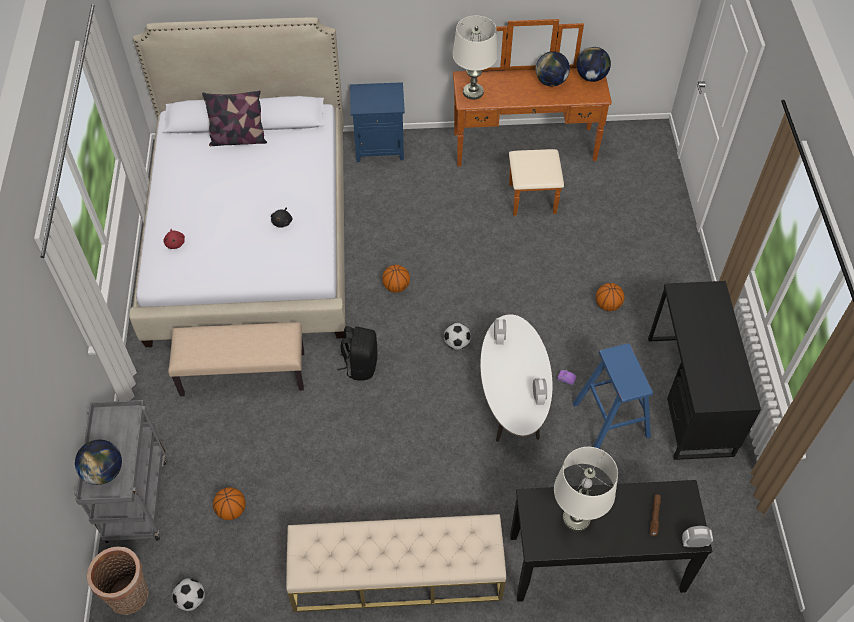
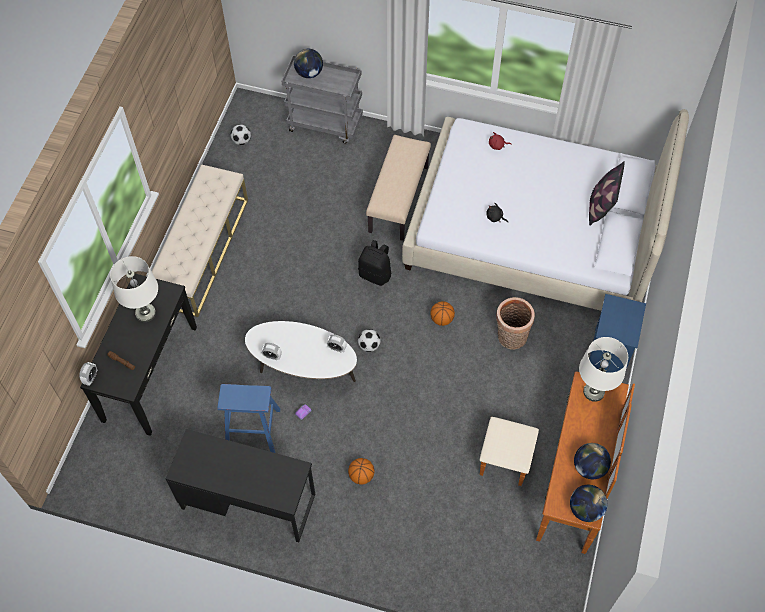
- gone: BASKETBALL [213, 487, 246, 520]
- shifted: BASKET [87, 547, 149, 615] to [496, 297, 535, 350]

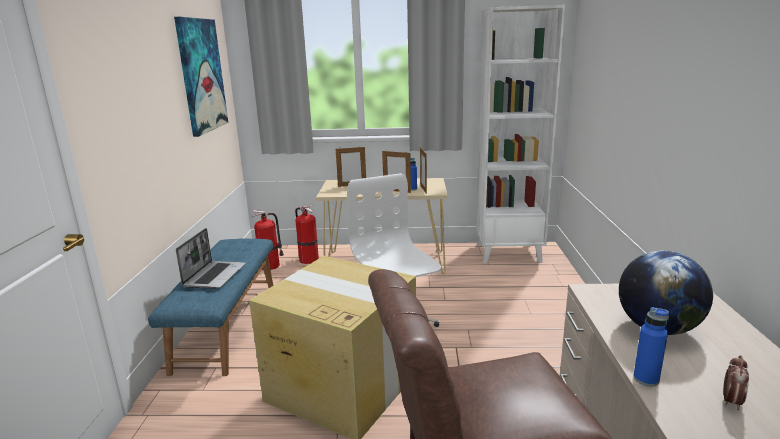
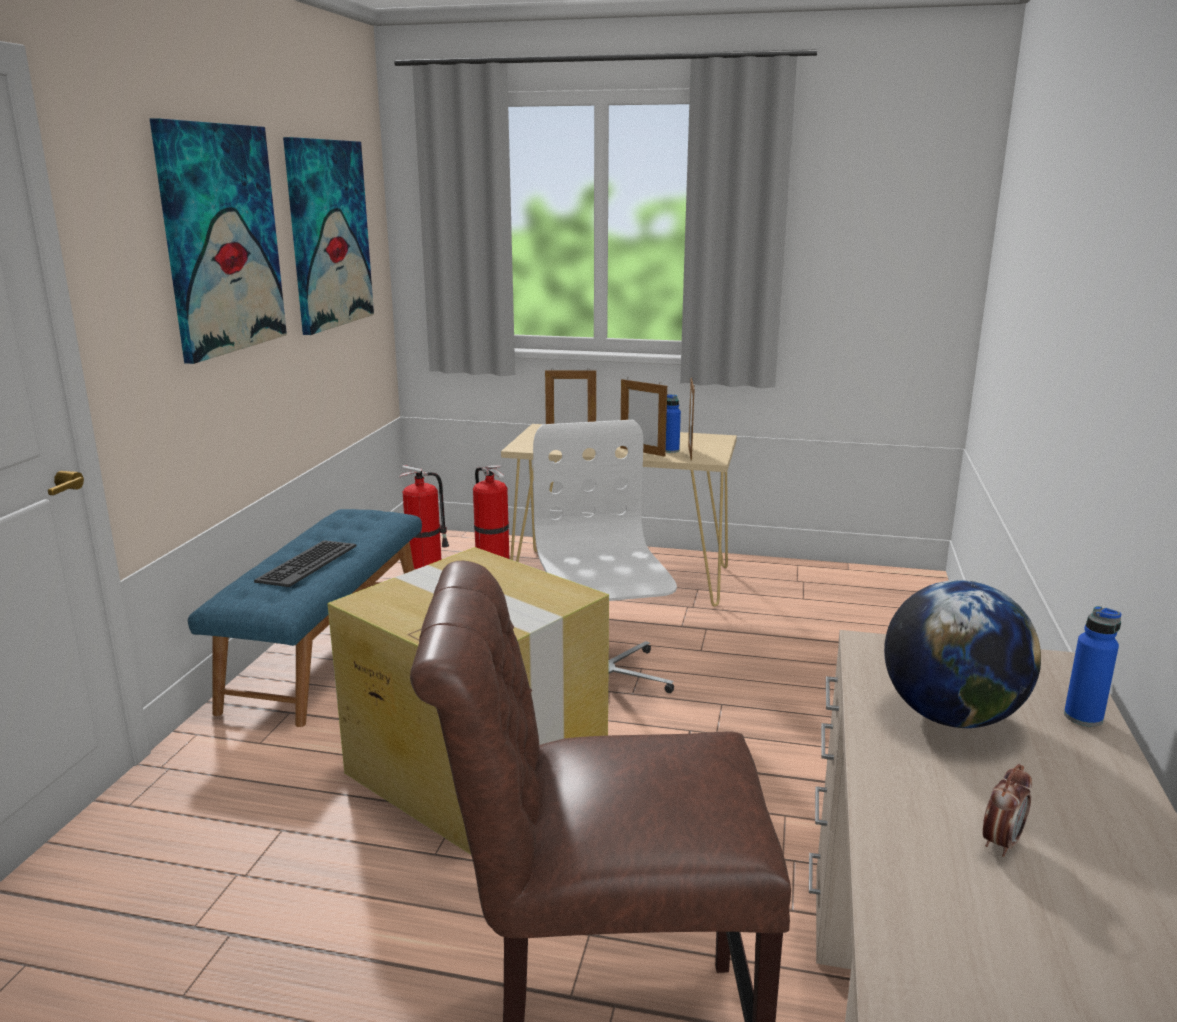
- gone: WHITE BOOKCASE [476, 5, 565, 263]
- new: PICTURE [150, 118, 287, 364]
- shifted: BLUE BOTTLE [633, 307, 669, 387] to [1064, 606, 1121, 727]
- swapped: LAPTOP [176, 228, 246, 289] to KEYBOARD [254, 540, 357, 587]

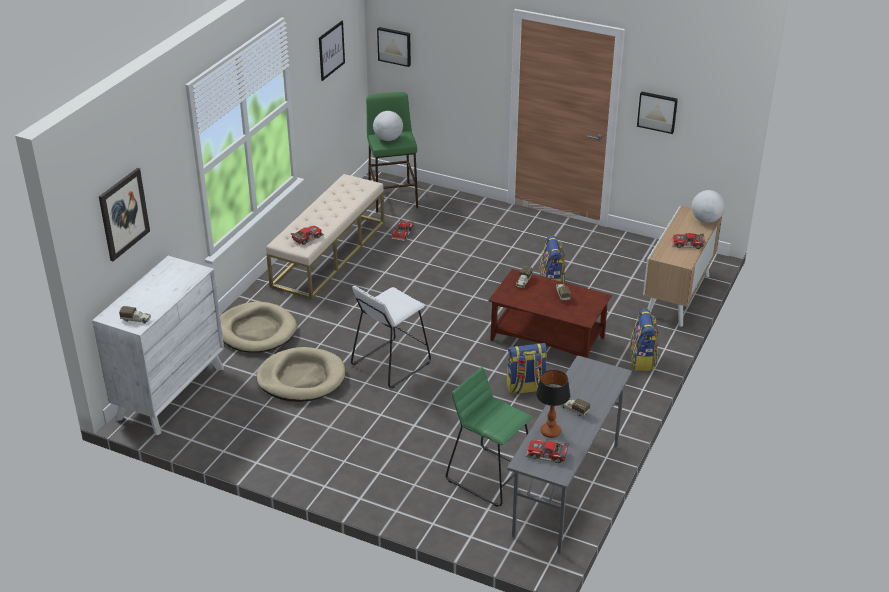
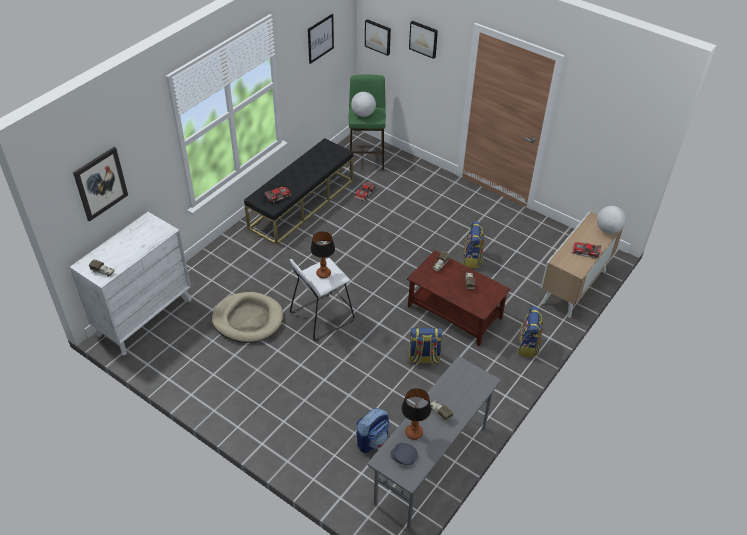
- gone: BEIGE DOG BED [220, 302, 297, 353]
- new: TABLE LAMP [311, 232, 335, 278]
- shifted: PICTURE [637, 91, 678, 134] to [409, 21, 438, 59]
- swapped: GREEN STOOL [446, 367, 532, 507] to BACKPACK [356, 408, 390, 453]
- swapped: TOY CAR [526, 440, 569, 463] to GREY CAP [391, 443, 418, 465]
- repainted: BEIGE BENCH [266, 174, 385, 299] to BLACK BENCH [244, 138, 353, 245]

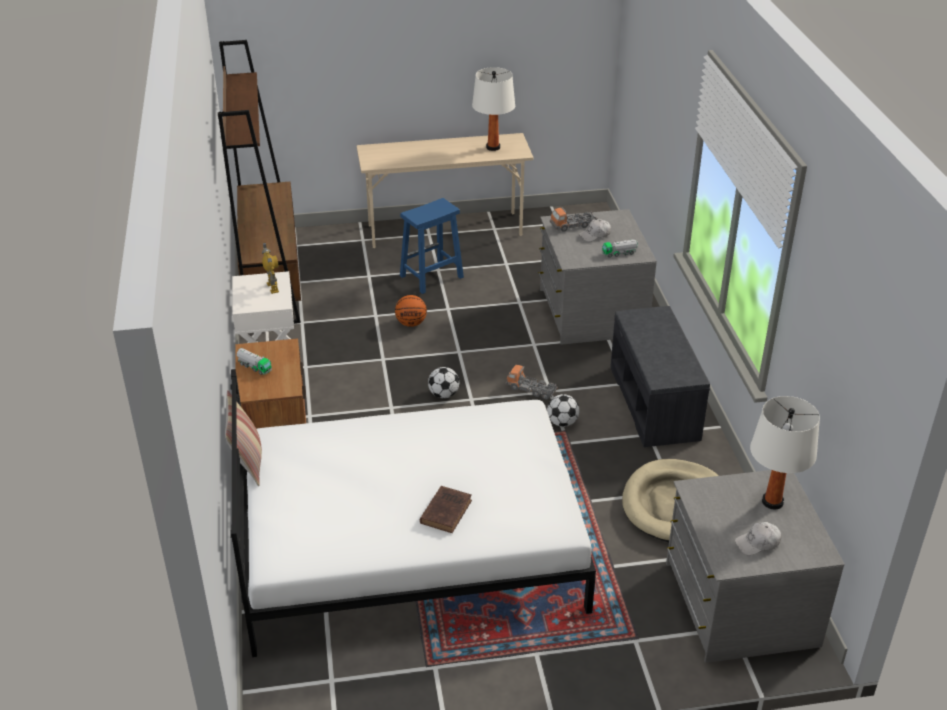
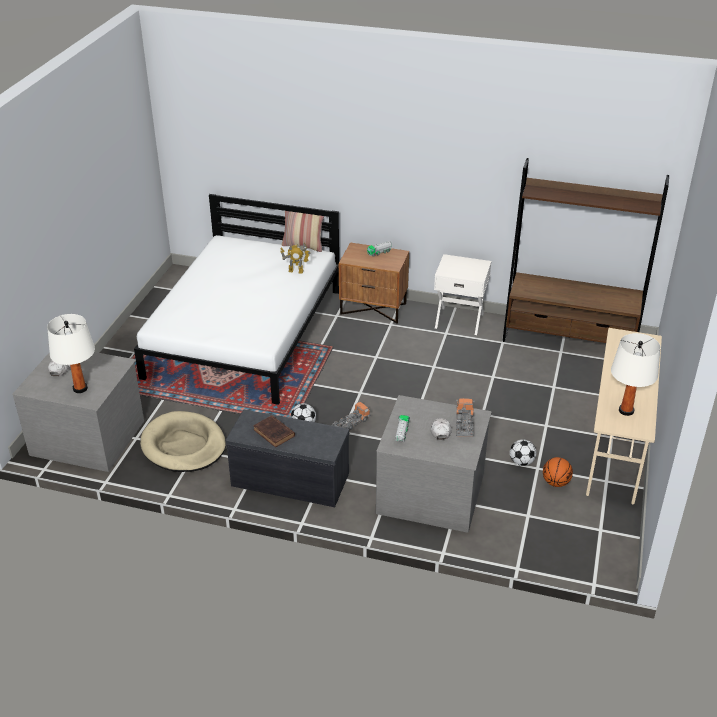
- gone: BLUE STOOL [400, 198, 464, 294]
- shifted: TOY ROBOT [262, 242, 279, 294] to [280, 242, 311, 274]
- shifted: BASKETBALL [395, 295, 427, 327] to [543, 457, 573, 487]
- shifted: BROWN BOOK [420, 486, 472, 533] to [253, 415, 295, 447]
- shifted: FOOTBALL [428, 367, 459, 398] to [510, 439, 536, 466]

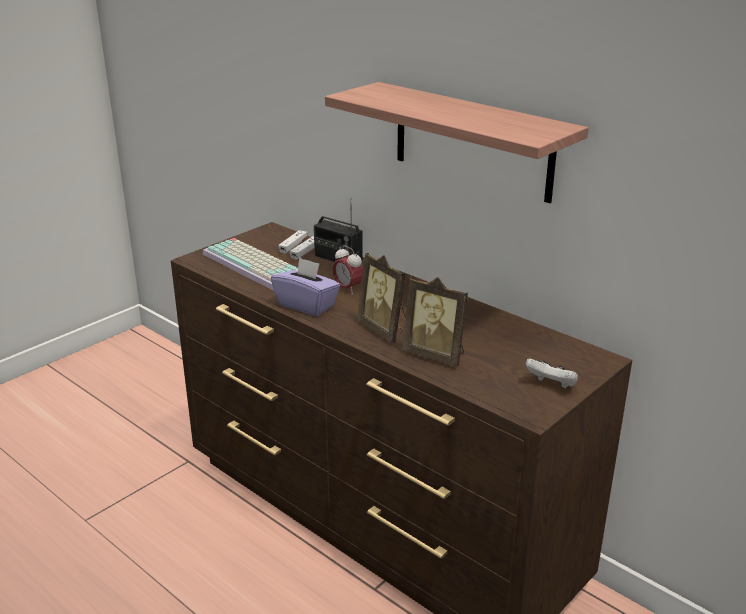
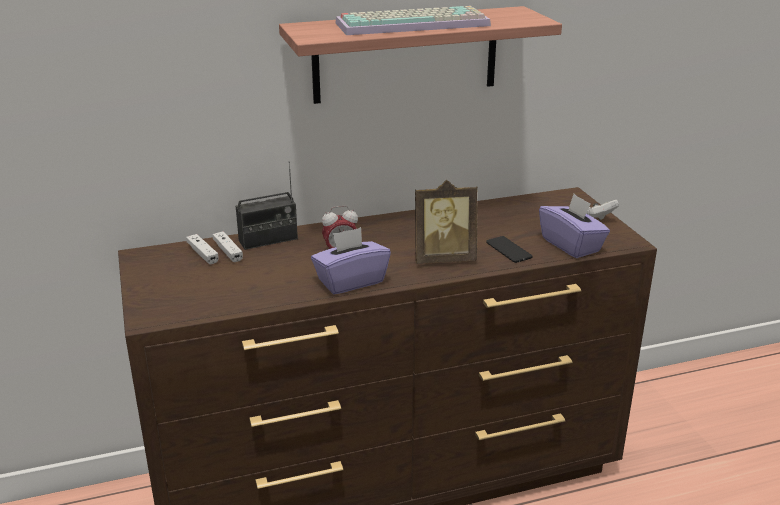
- new: PURPLE TISSUE BOX [539, 194, 610, 258]
- shifted: KEYBOARD [203, 238, 298, 291] to [336, 6, 491, 35]
- swapped: PICTURE FRAME [402, 277, 468, 367] to PHONE [486, 236, 533, 263]

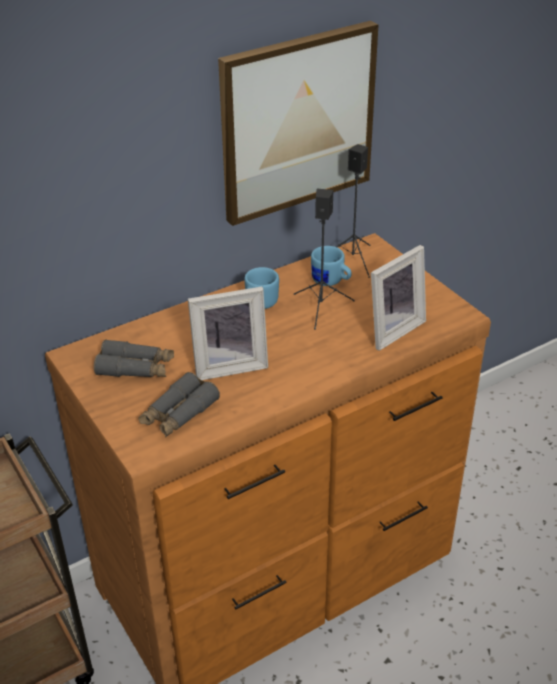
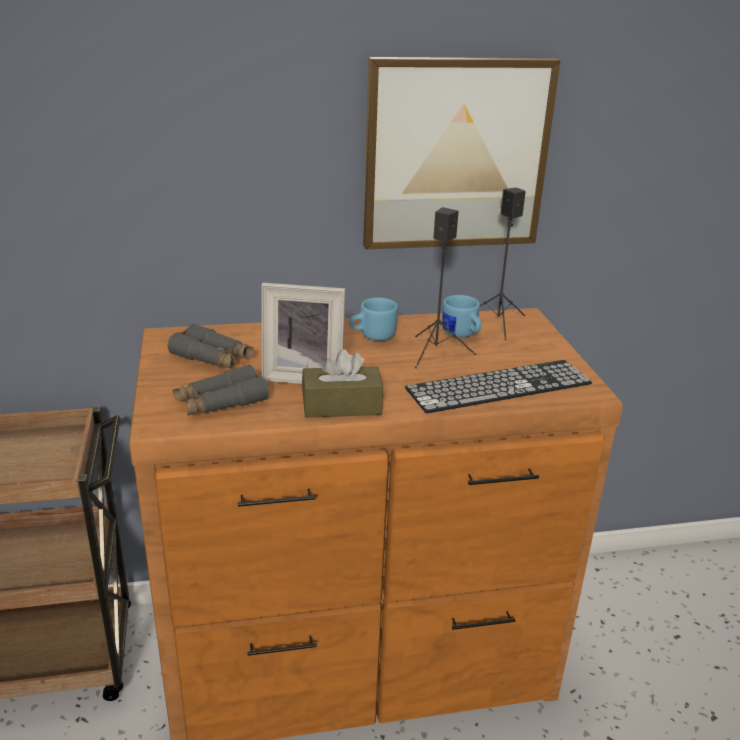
- new: BROWN TISSUE BOX [302, 349, 383, 418]
- swapped: PICTURE FRAME [371, 245, 426, 351] to KEYBOARD [405, 360, 592, 414]

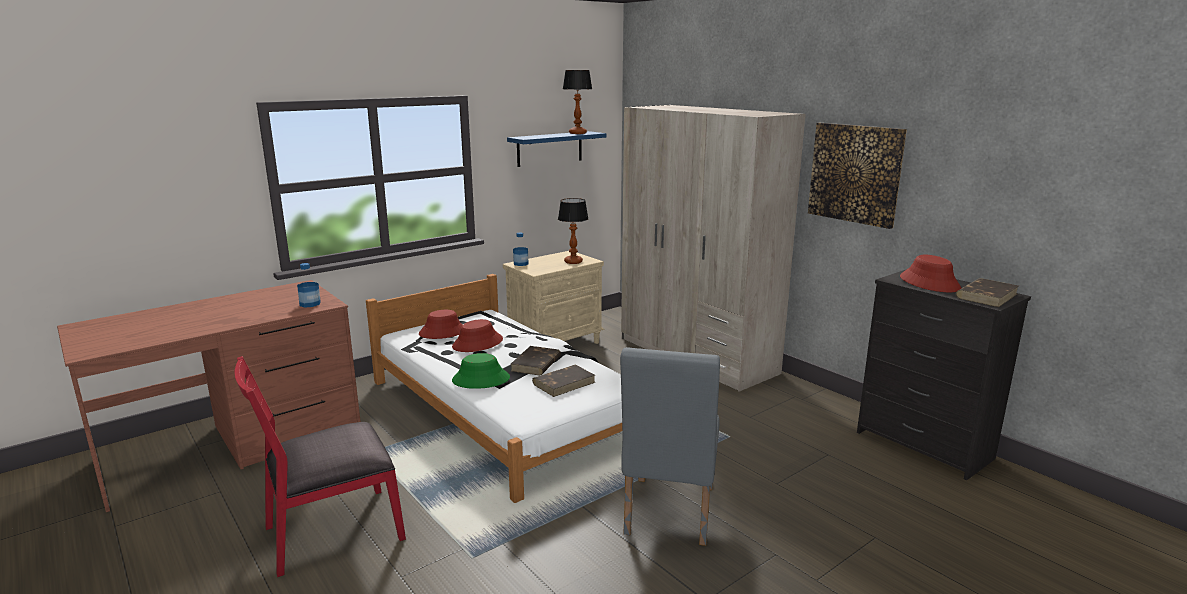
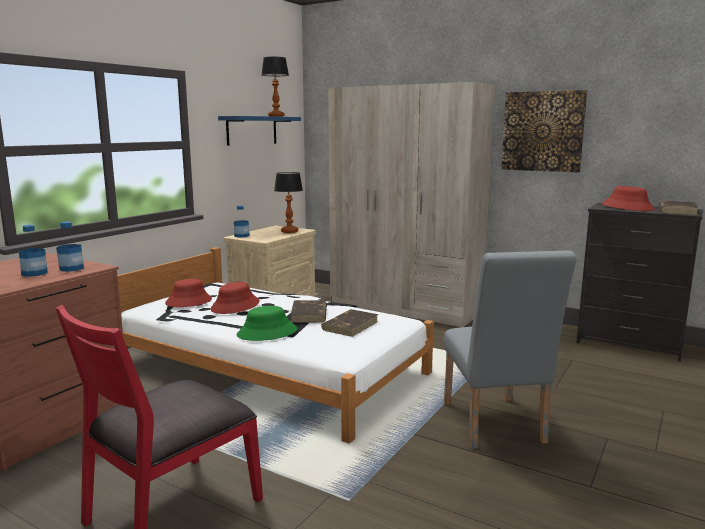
- new: BOTTLE [19, 225, 48, 277]

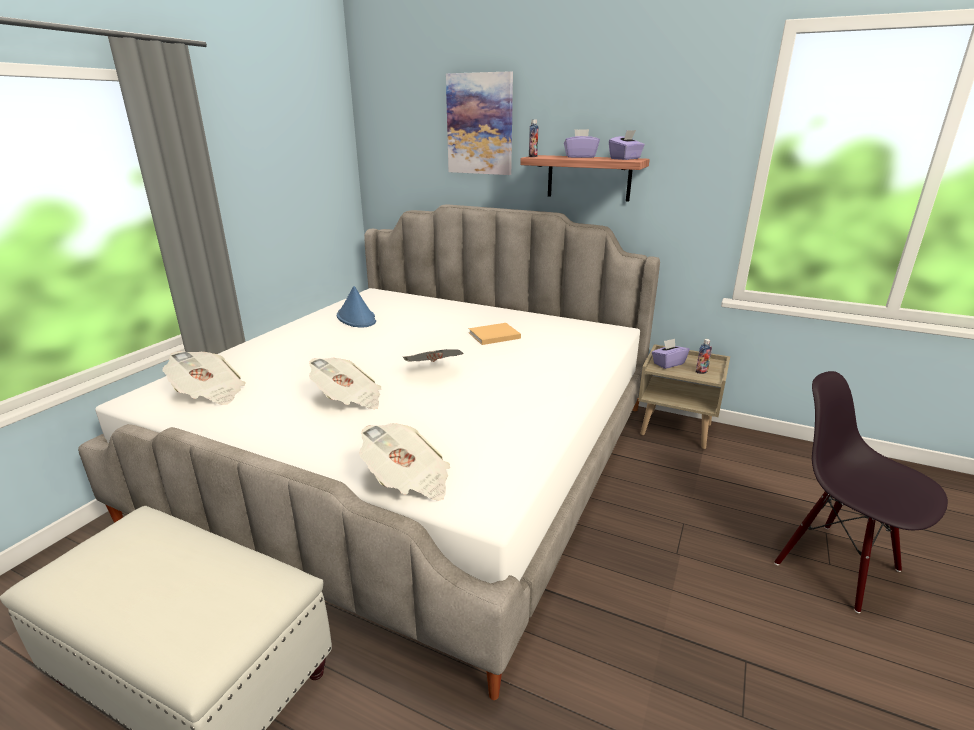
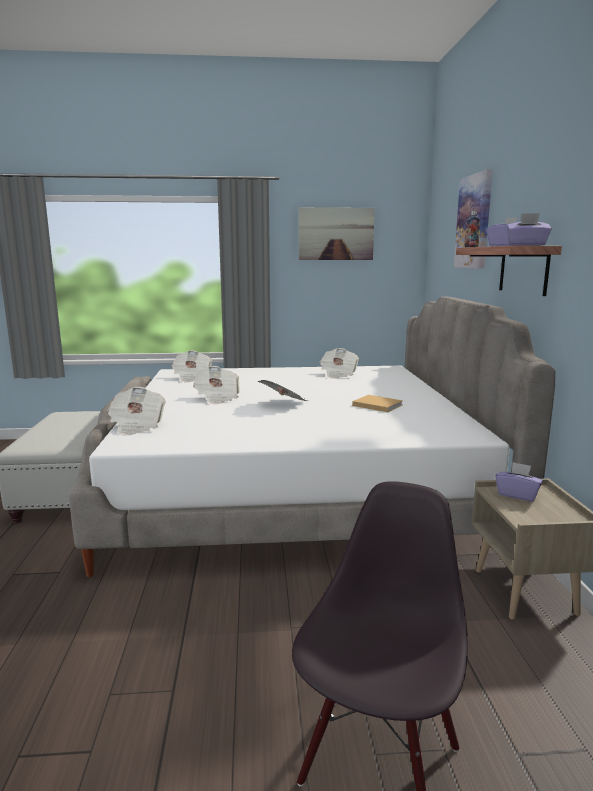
- gone: BOTTLE [696, 339, 712, 374]
- new: PICTURE [299, 207, 375, 260]
- swapped: BLUE HAT [337, 286, 376, 328] to NEWSPAPER [320, 348, 359, 379]

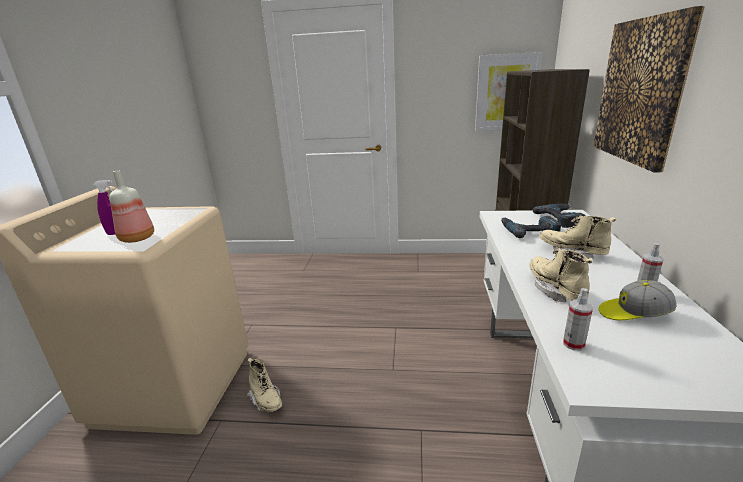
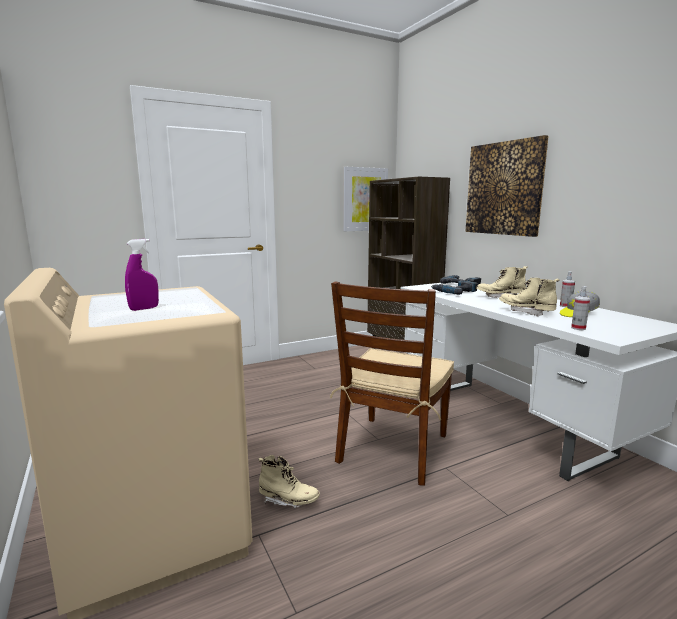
- gone: BOTTLE [109, 170, 154, 243]
- new: BROWN CHAIR [330, 281, 454, 486]

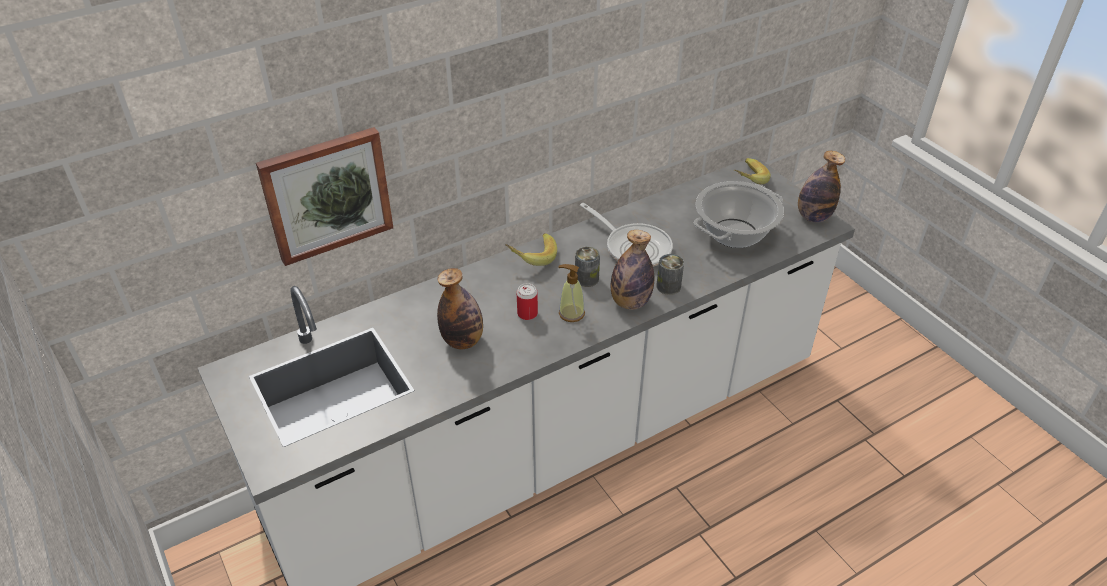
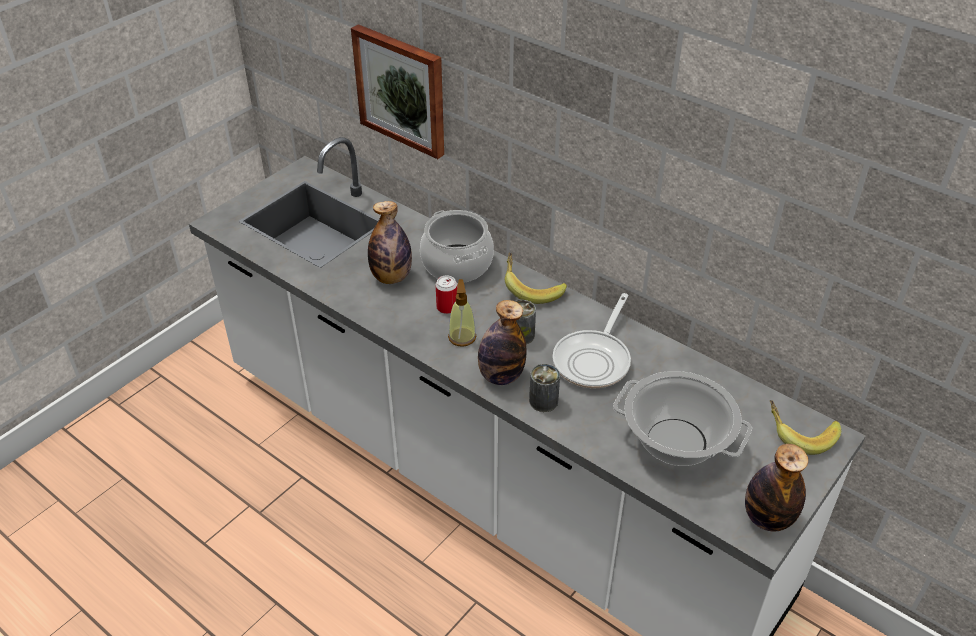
- new: COOKING POT [420, 210, 494, 283]

